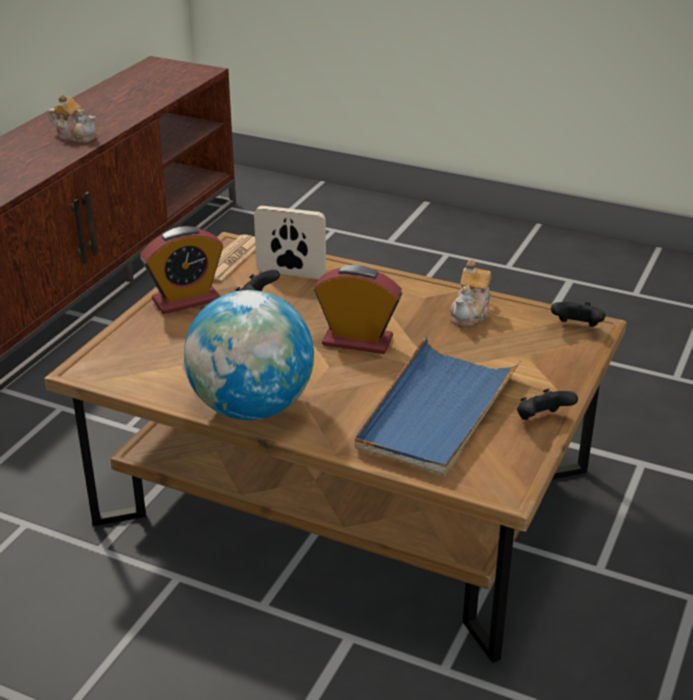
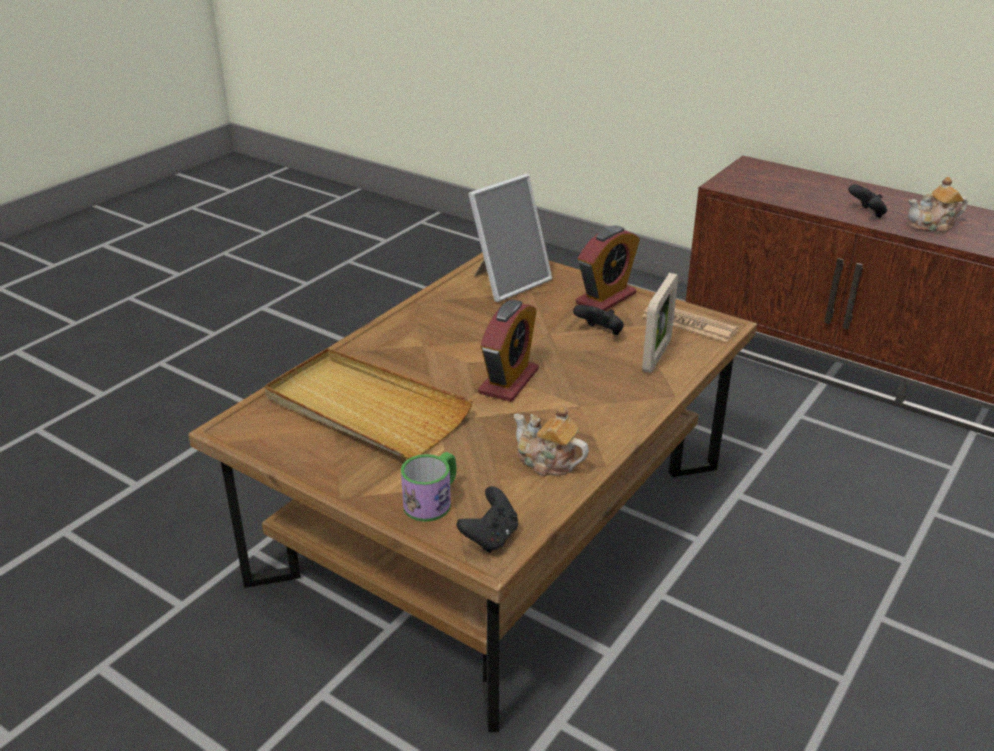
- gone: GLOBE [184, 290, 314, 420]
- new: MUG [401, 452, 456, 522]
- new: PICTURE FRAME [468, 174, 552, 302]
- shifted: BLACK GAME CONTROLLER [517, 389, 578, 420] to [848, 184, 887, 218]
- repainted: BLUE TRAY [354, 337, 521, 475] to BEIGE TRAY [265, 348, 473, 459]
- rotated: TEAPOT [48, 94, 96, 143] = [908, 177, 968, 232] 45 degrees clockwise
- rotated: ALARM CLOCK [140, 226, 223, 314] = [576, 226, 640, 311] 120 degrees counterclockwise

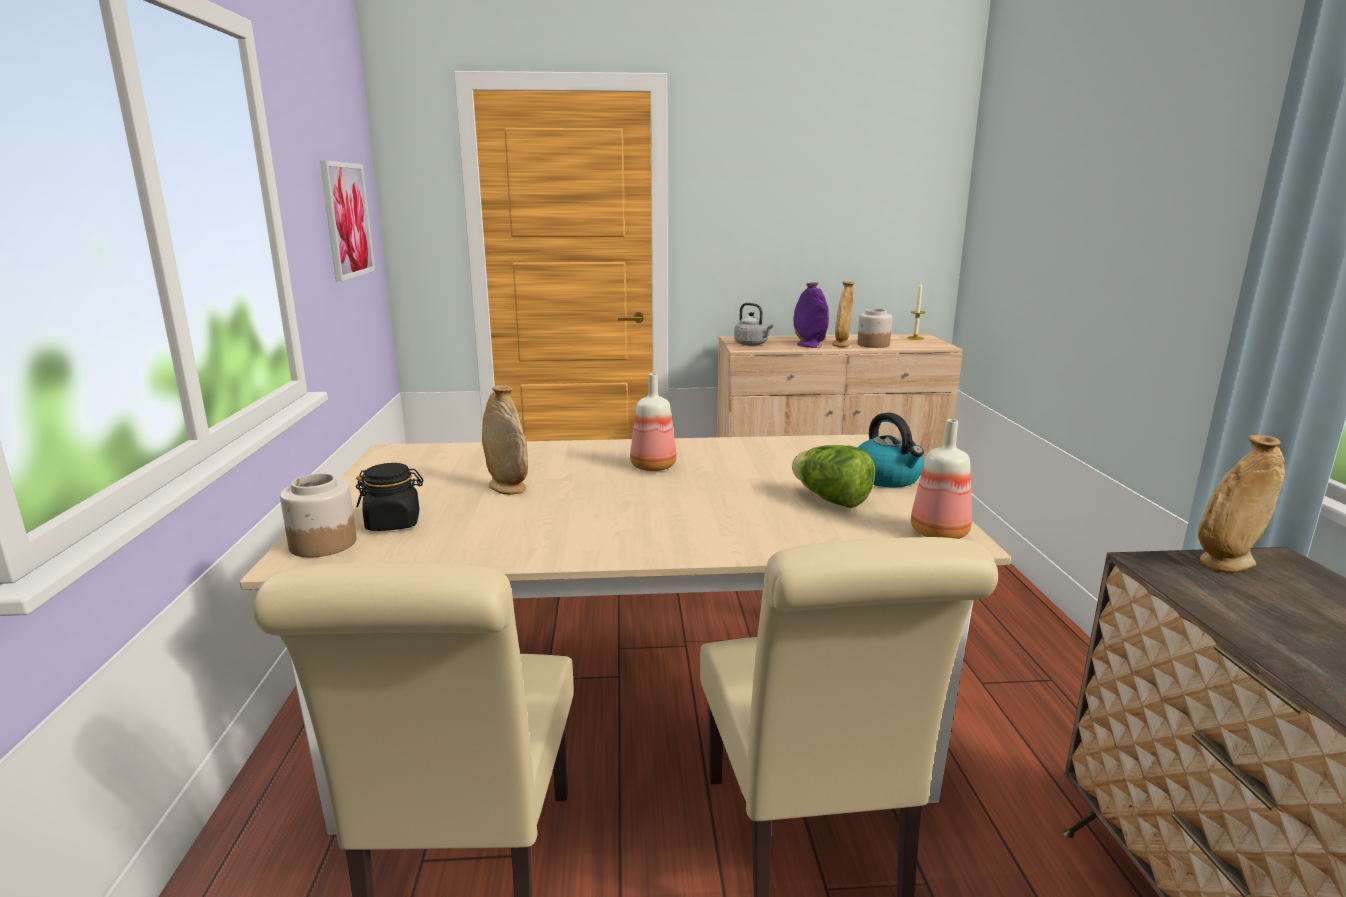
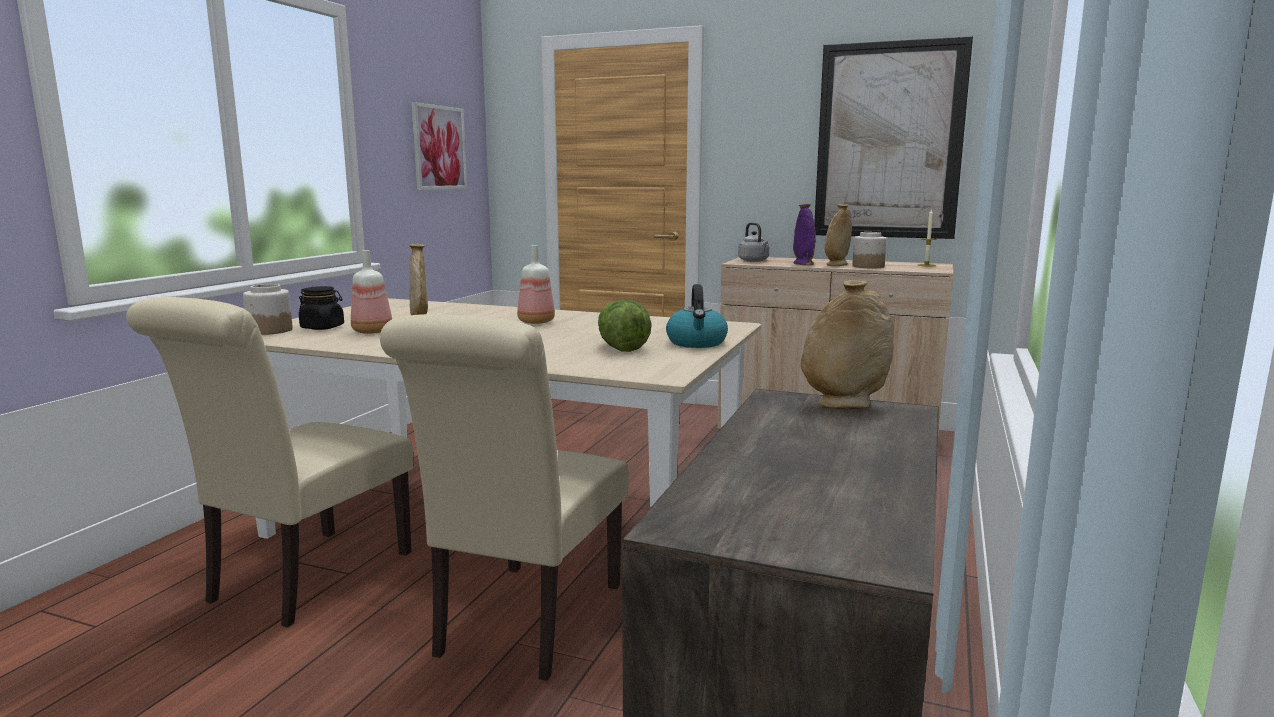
- new: PICTURE [814, 36, 973, 239]
- shifted: BOTTLE [911, 419, 972, 539] to [351, 250, 392, 334]

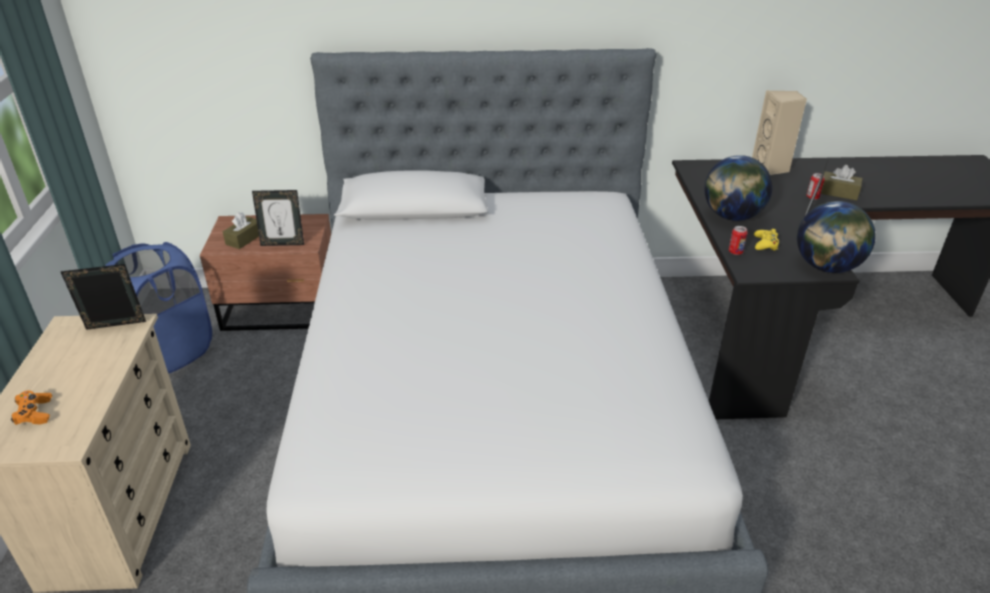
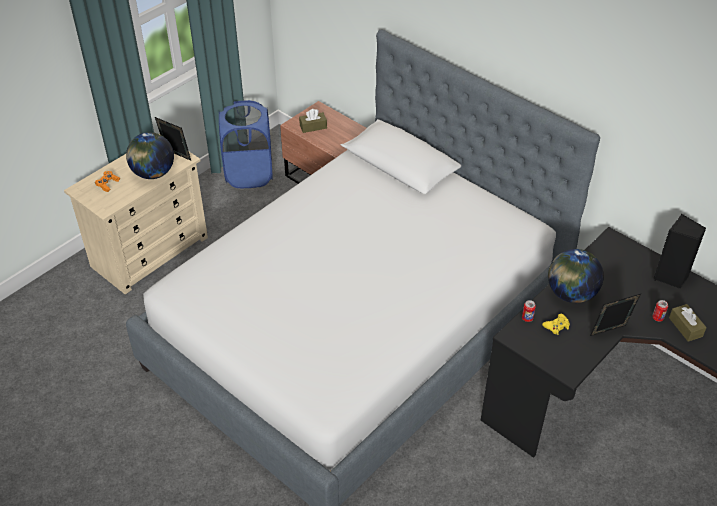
- gone: PICTURE FRAME [252, 190, 304, 246]
- shifted: GLOBE [797, 201, 876, 273] to [126, 132, 174, 179]
- repainted: BEIGE SPEAKER [752, 90, 807, 175] to BLACK SPEAKER [653, 214, 706, 289]

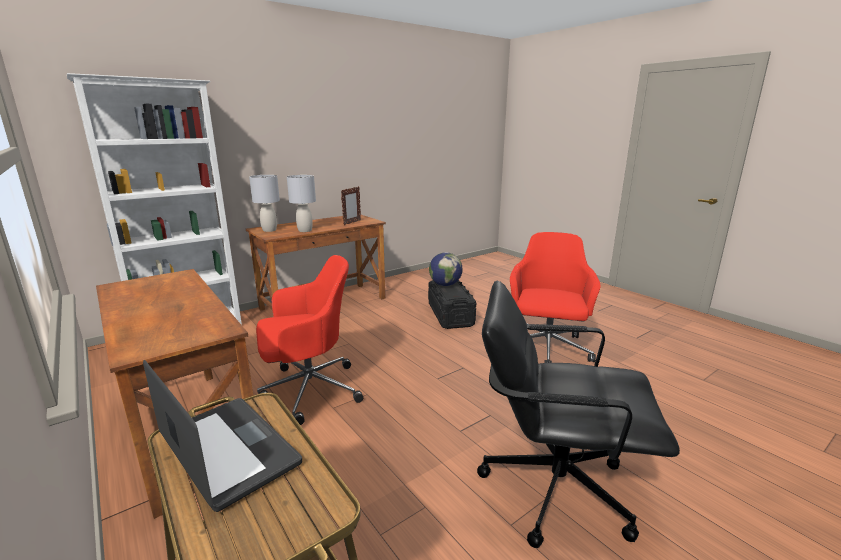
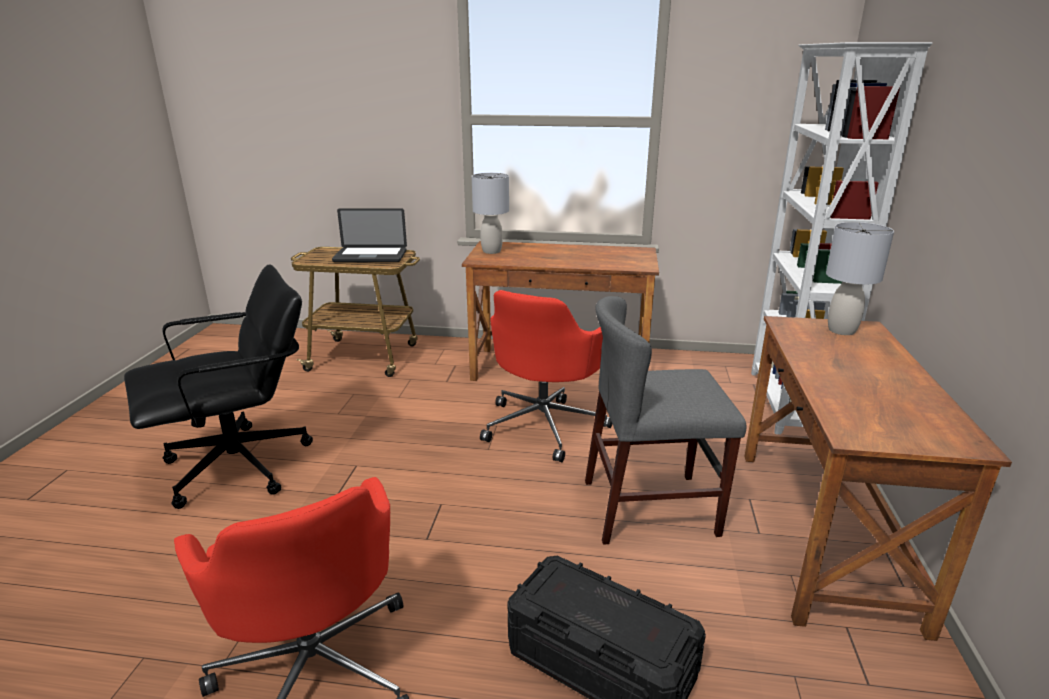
- gone: PICTURE FRAME [341, 186, 361, 225]
- gone: GLOBE [429, 252, 463, 286]
- new: GREY CHAIR [585, 296, 747, 545]
- shifted: GREY TABLE LAMP [287, 175, 316, 232] to [472, 173, 509, 254]

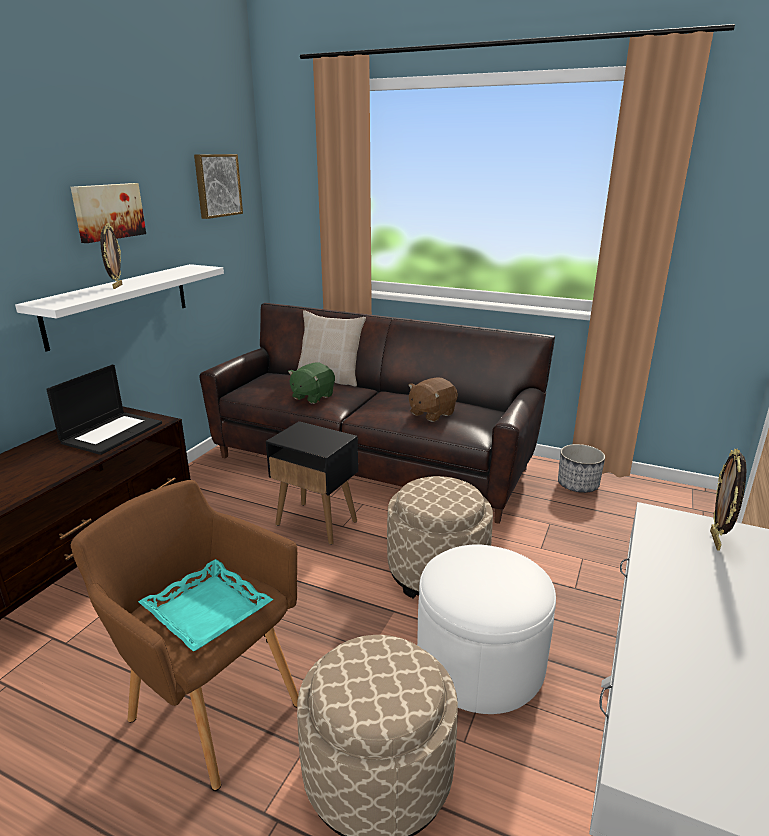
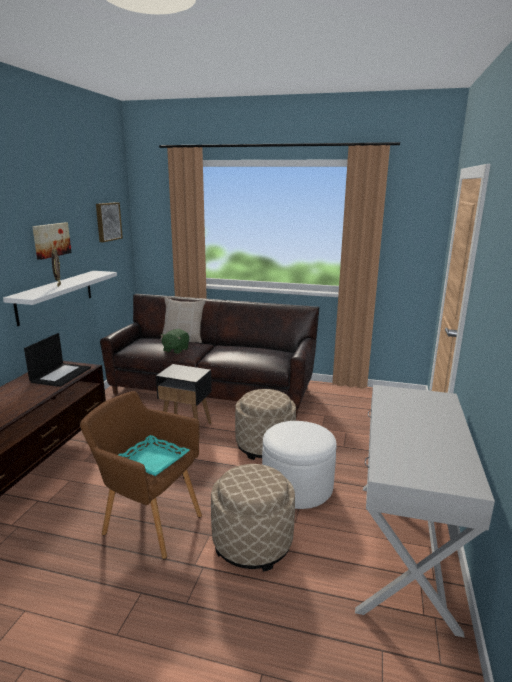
- gone: BROWN PLUSH TOY [408, 377, 458, 422]
- gone: PLANTER [558, 444, 605, 493]
- gone: PICTURE FRAME [710, 448, 746, 551]

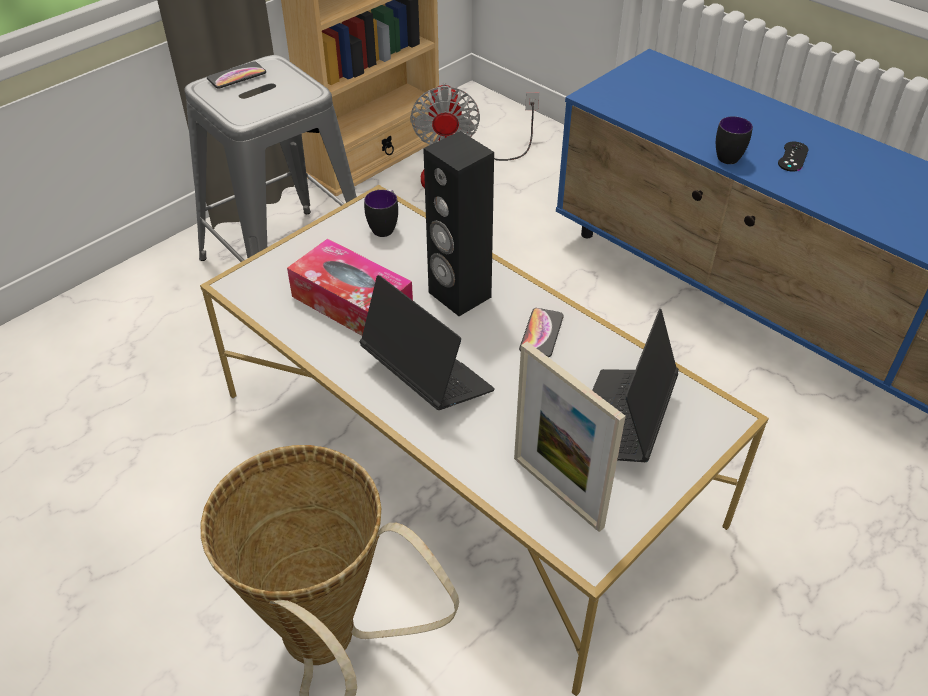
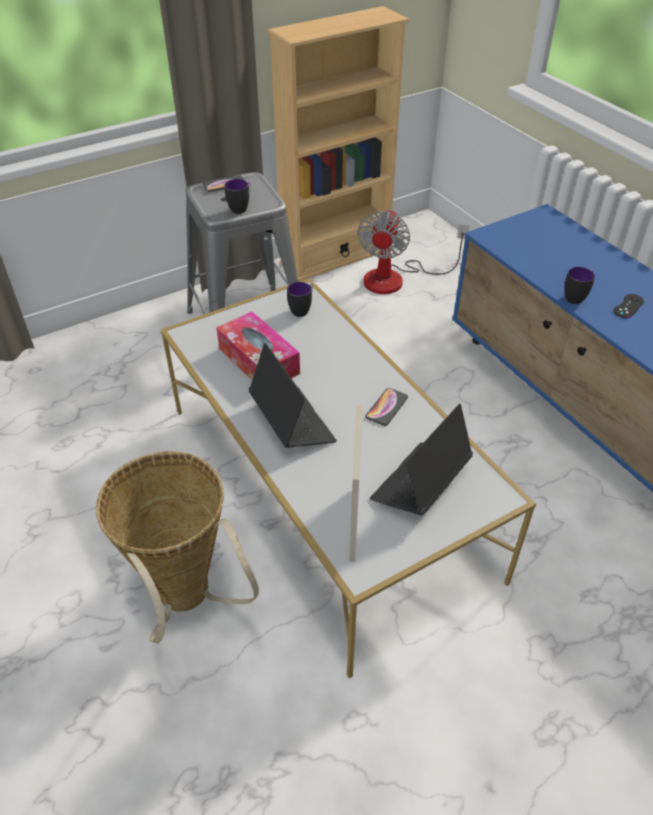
- gone: BLACK SPEAKER [423, 131, 494, 316]
- new: MUG [225, 179, 251, 214]
- rotated: PICTURE FRAME [514, 342, 626, 532] = [349, 405, 363, 562] 150 degrees counterclockwise

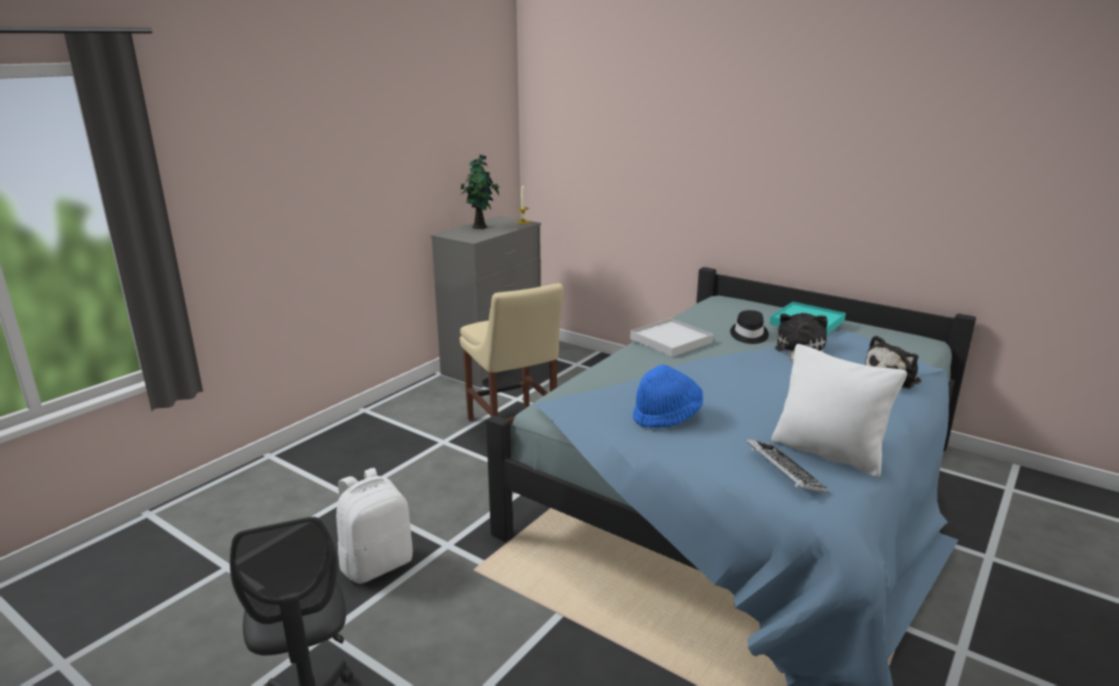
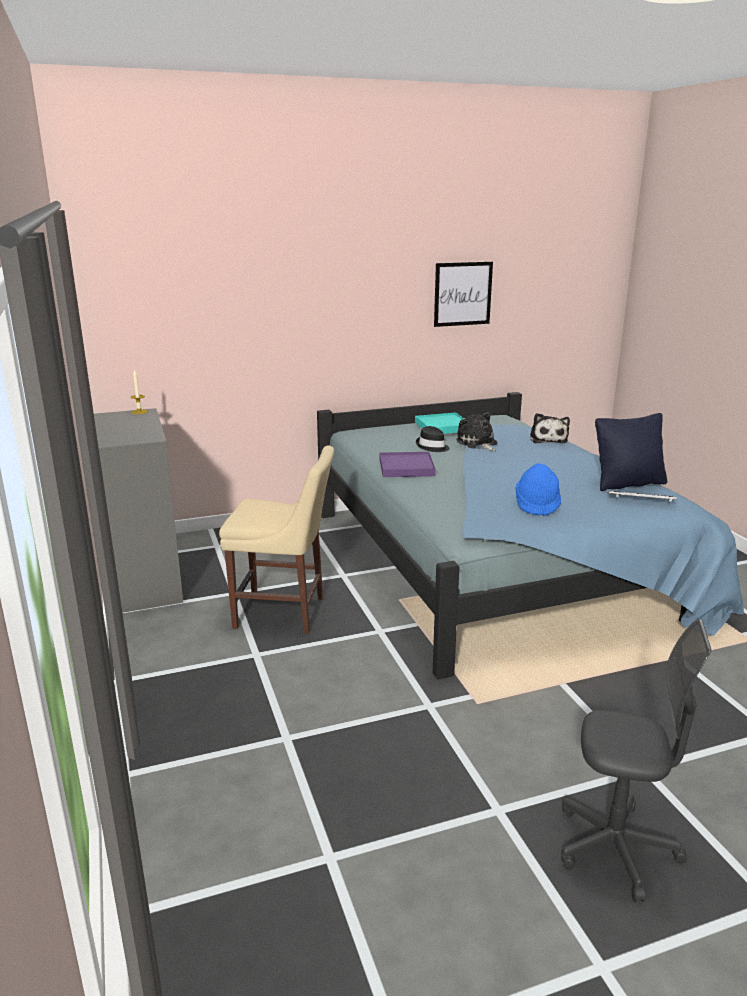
- gone: WHITE BACKPACK [336, 468, 413, 583]
- gone: POTTED PLANT [460, 154, 500, 229]
- new: PICTURE [434, 261, 493, 327]
- repainted: WHITE TRAY [630, 318, 713, 357] to PURPLE TRAY [380, 452, 436, 477]
- repainted: WHITE PILLOW [771, 344, 907, 477] to BLACK PILLOW [595, 413, 667, 491]

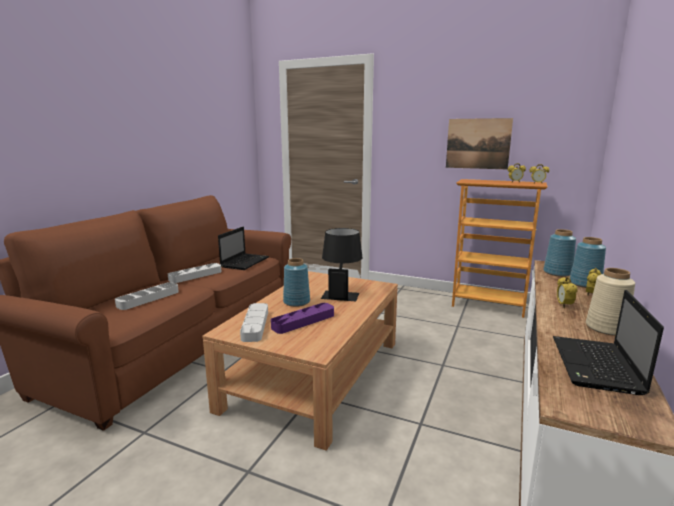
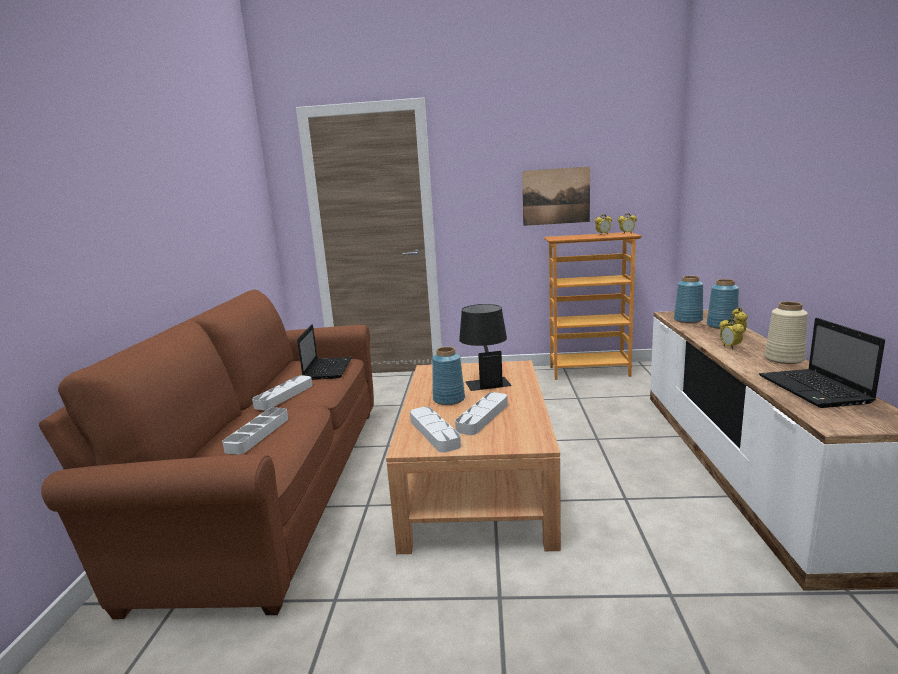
- repainted: PURPLE TRAY [271, 303, 334, 334] to GREY TRAY [455, 392, 508, 435]

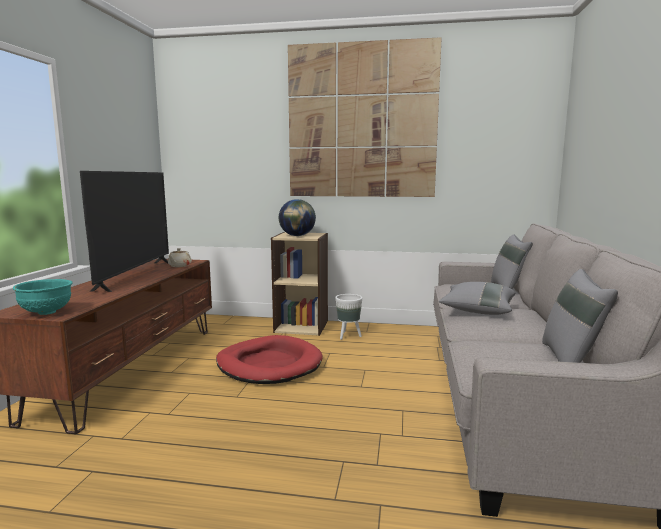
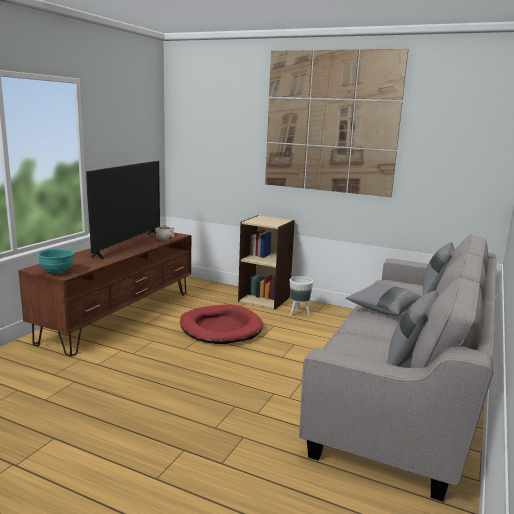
- gone: GLOBE [279, 199, 316, 236]

